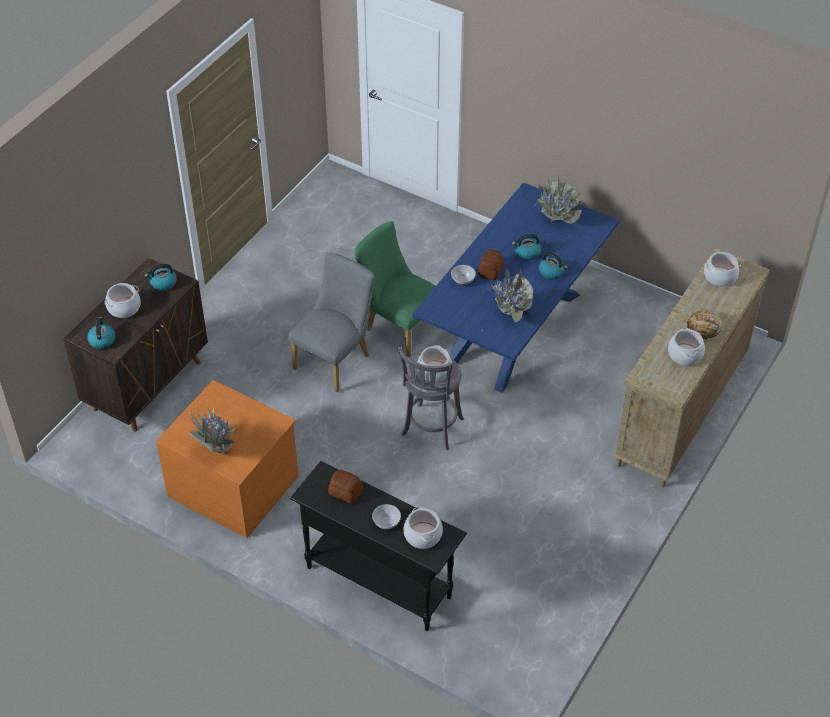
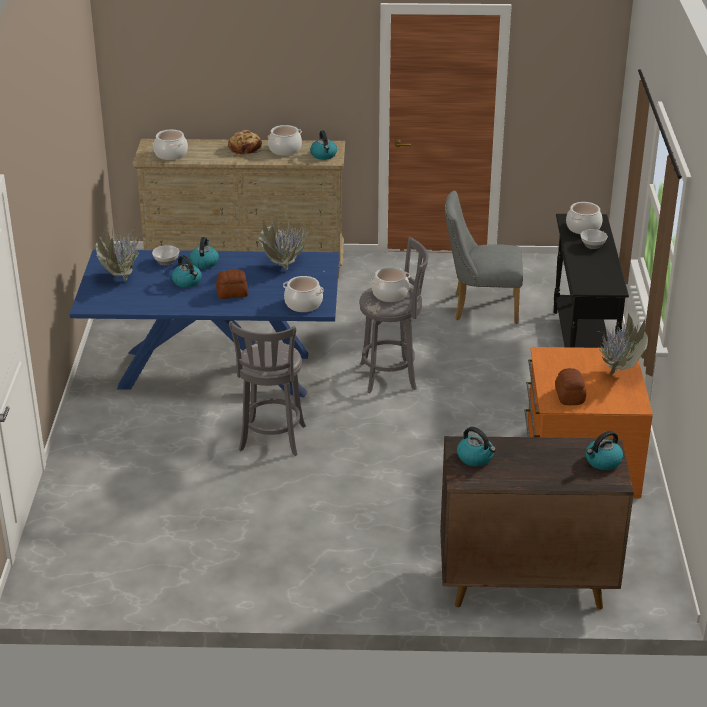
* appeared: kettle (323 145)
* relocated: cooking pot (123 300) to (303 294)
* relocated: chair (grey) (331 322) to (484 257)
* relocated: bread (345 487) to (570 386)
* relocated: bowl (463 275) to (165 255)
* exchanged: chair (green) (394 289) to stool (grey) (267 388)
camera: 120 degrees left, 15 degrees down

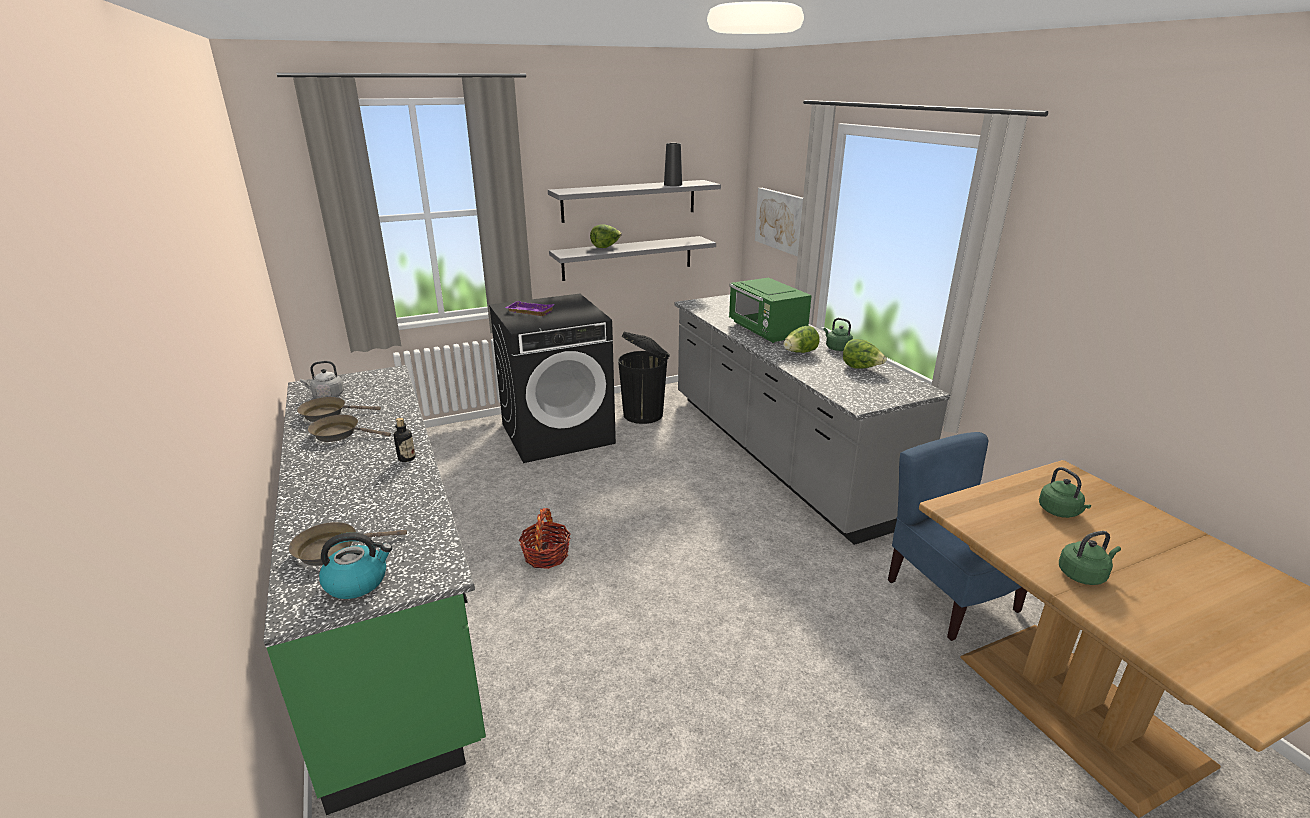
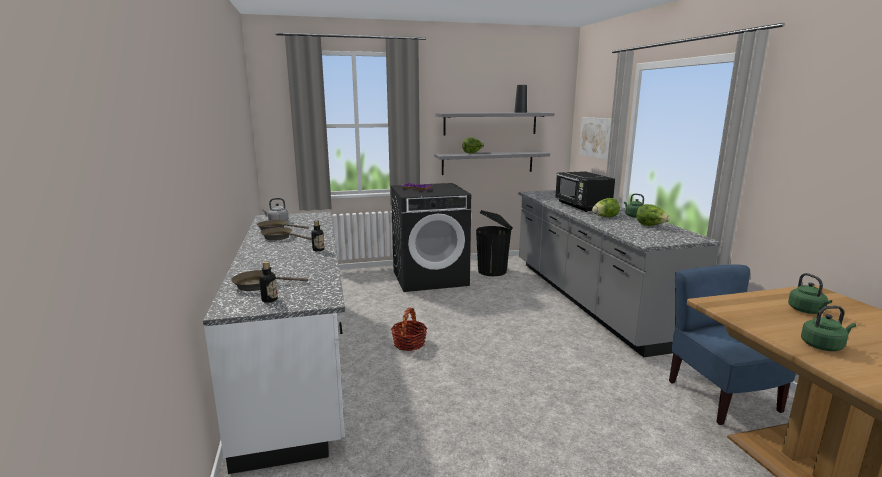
* exchanged: kettle (355 565) to bottle (268 282)
* colour: counter (green) (375 590) to counter (white) (274 343)
* colour: microwave (green) (770 310) to microwave (black) (585 191)
camera: 10 degrees right, 10 degrees down

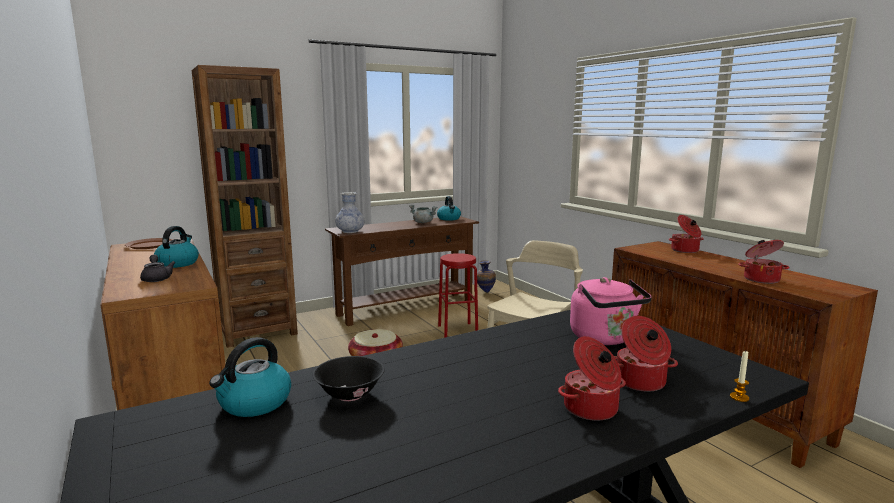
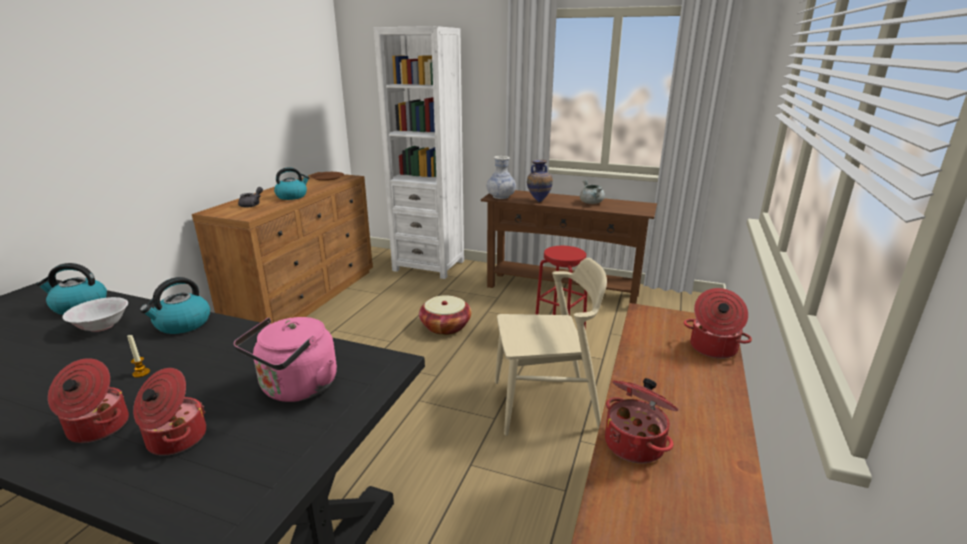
* relocated: kettle (449 208) to (175 305)
* relocated: vase (486 276) to (540 181)
* relocated: candle (739 376) to (138 356)
* colour: bookcase (brown) (245 206) to bookcase (white) (419 152)
* colour: bowl (black) (348 378) to bowl (white) (95 314)
camera: 50 degrees right, 10 degrees up

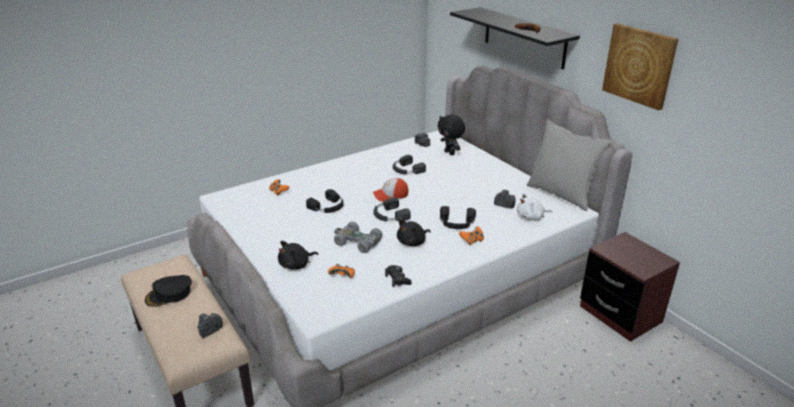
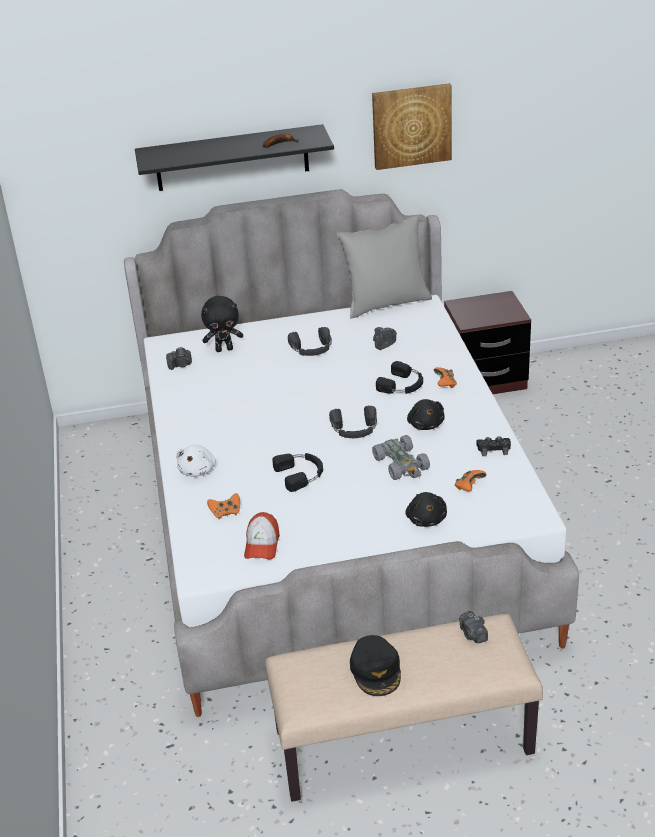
* relocated: cap (390 190) to (262 535)
* relocated: headphones (black) (409 165) to (310 341)
* relocated: plush toy (white) (534 207) to (196 461)
* spun: toy car (grey) (358 237) = (401 457) 75 degrees counterclockwise
camera: 65 degrees left, 5 degrees up

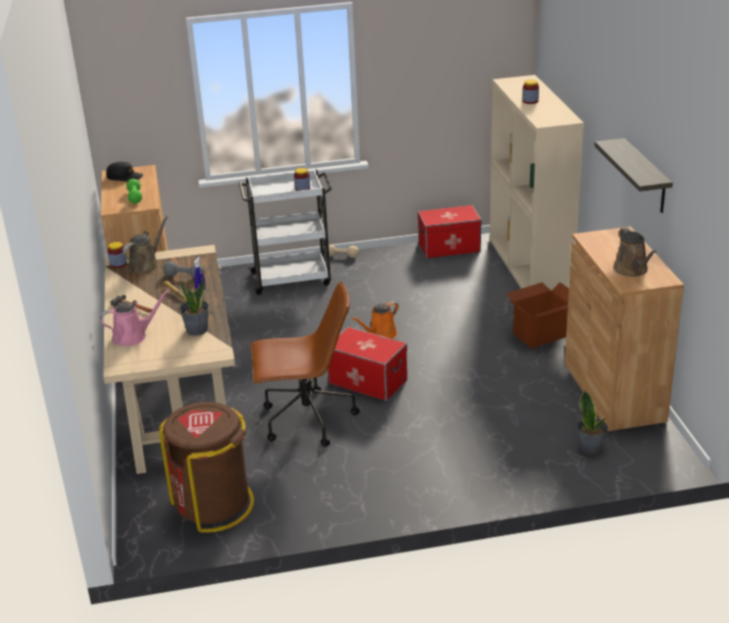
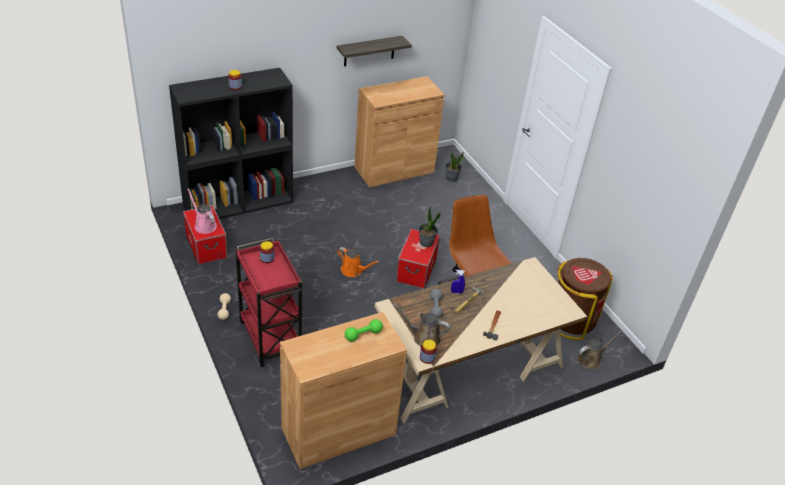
* missing: cap (black) (125 172)
* missing: cardboard box (537 315)
* relocated: watering can (pink) (135 317) to (202 211)
* relocated: potted plant (194 306) to (430 226)
* relocated: watering can (brown) (635 252) to (600 349)
* colour: cart (white) (285 232) to cart (red) (268 302)
* colour: bookcase (beige) (537 183) to bookcase (black) (231 143)
camera: 110 degrees left, 10 degrees up

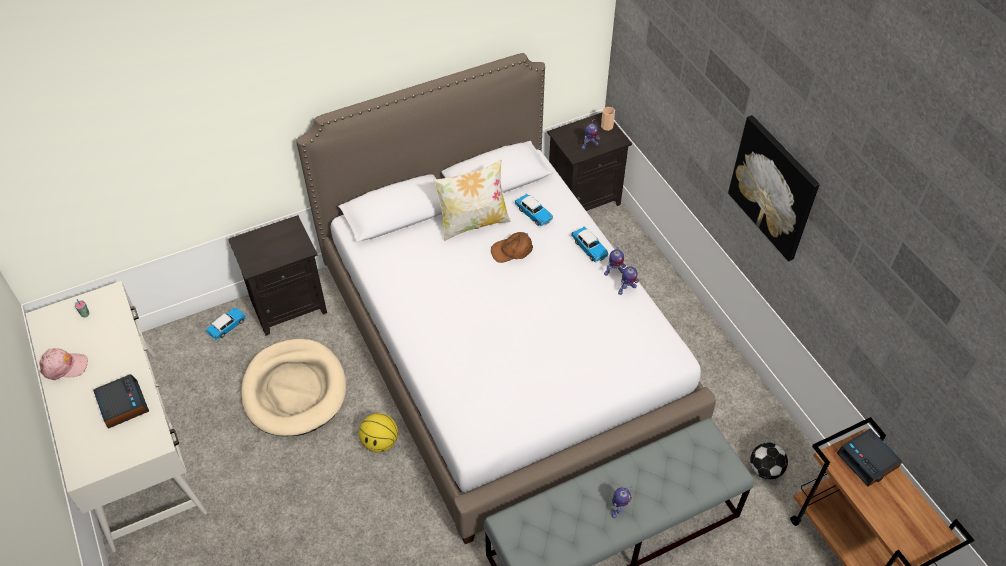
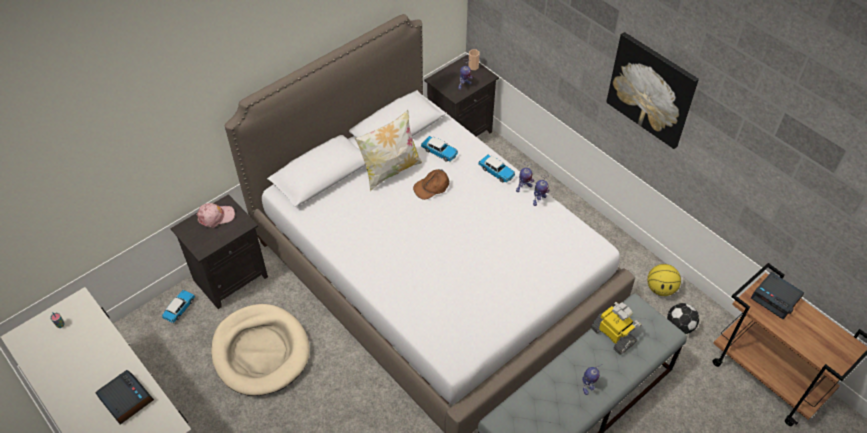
* appeared: toy robot (616 328)
* relocated: cap (pink) (63 364) to (215 215)
* relocated: basketball (378 432) to (664 280)
camera: 15 degrees left, 0 degrees up

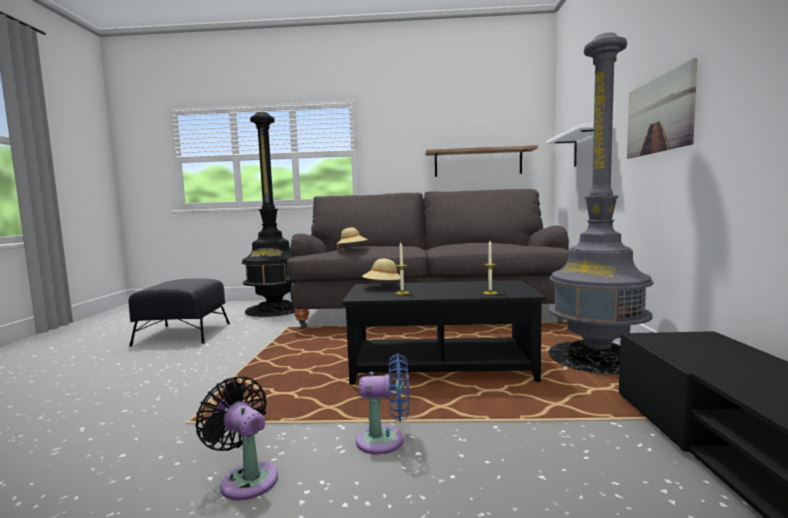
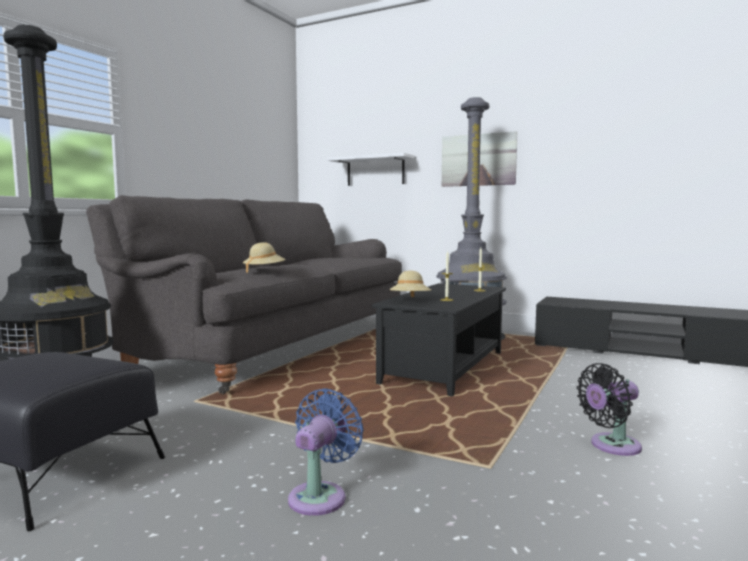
* missing: shelf (482 161)
* relocated: fan (blue) (383 404) to (326 452)
camera: 65 degrees left, 0 degrees up

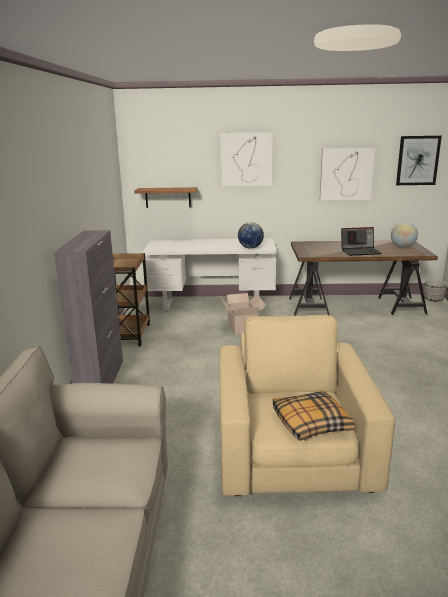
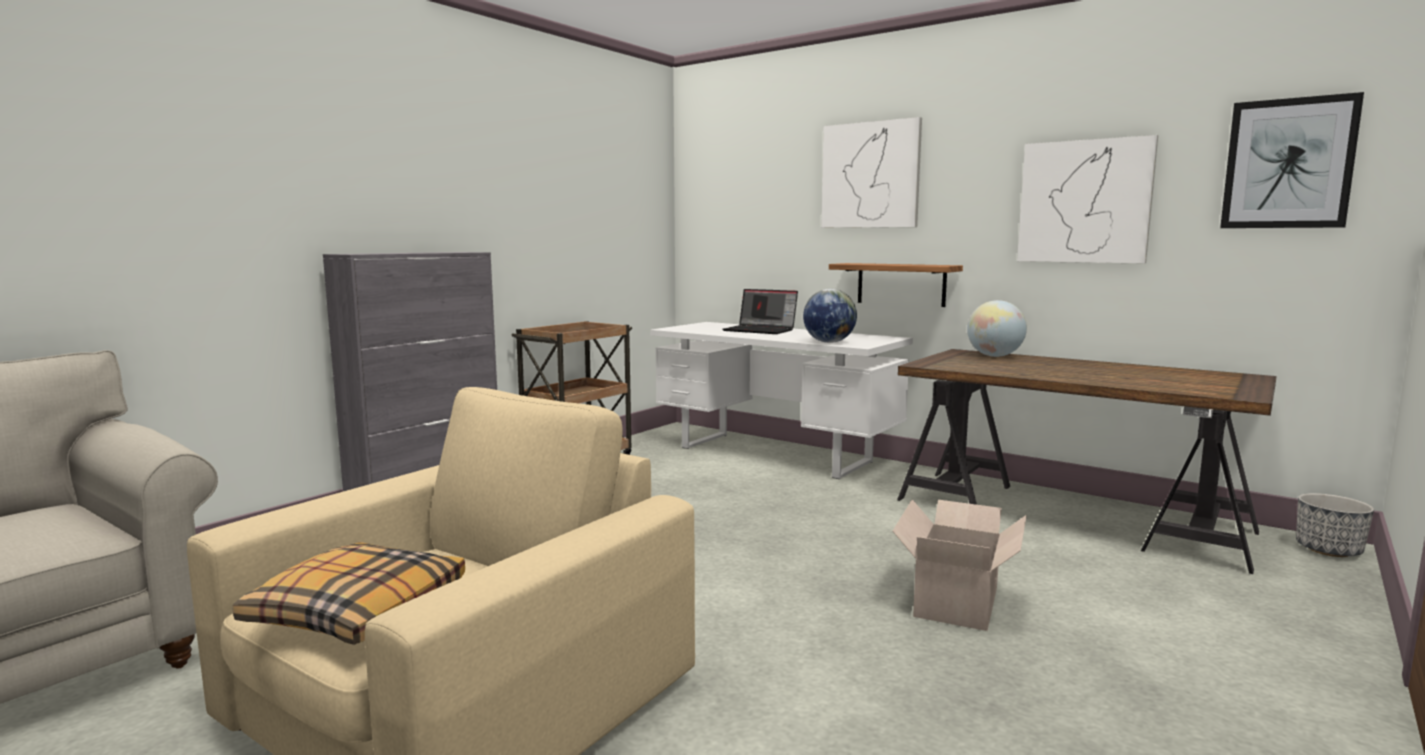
* relocated: shelf (166 197) to (896 285)
* relocated: cardboard box (243 314) to (960 565)
* relocated: laptop (361 241) to (760 311)
* relocated: globe (404 235) to (997 328)
camera: 35 degrees right, 10 degrees down

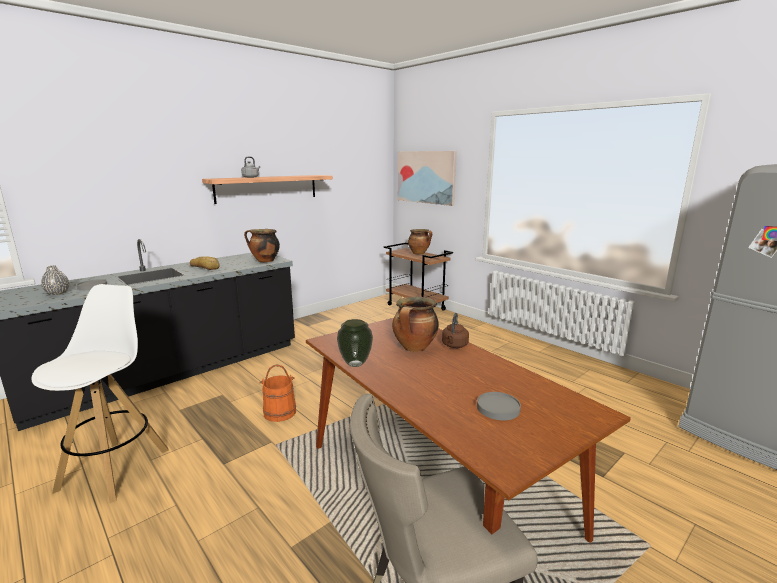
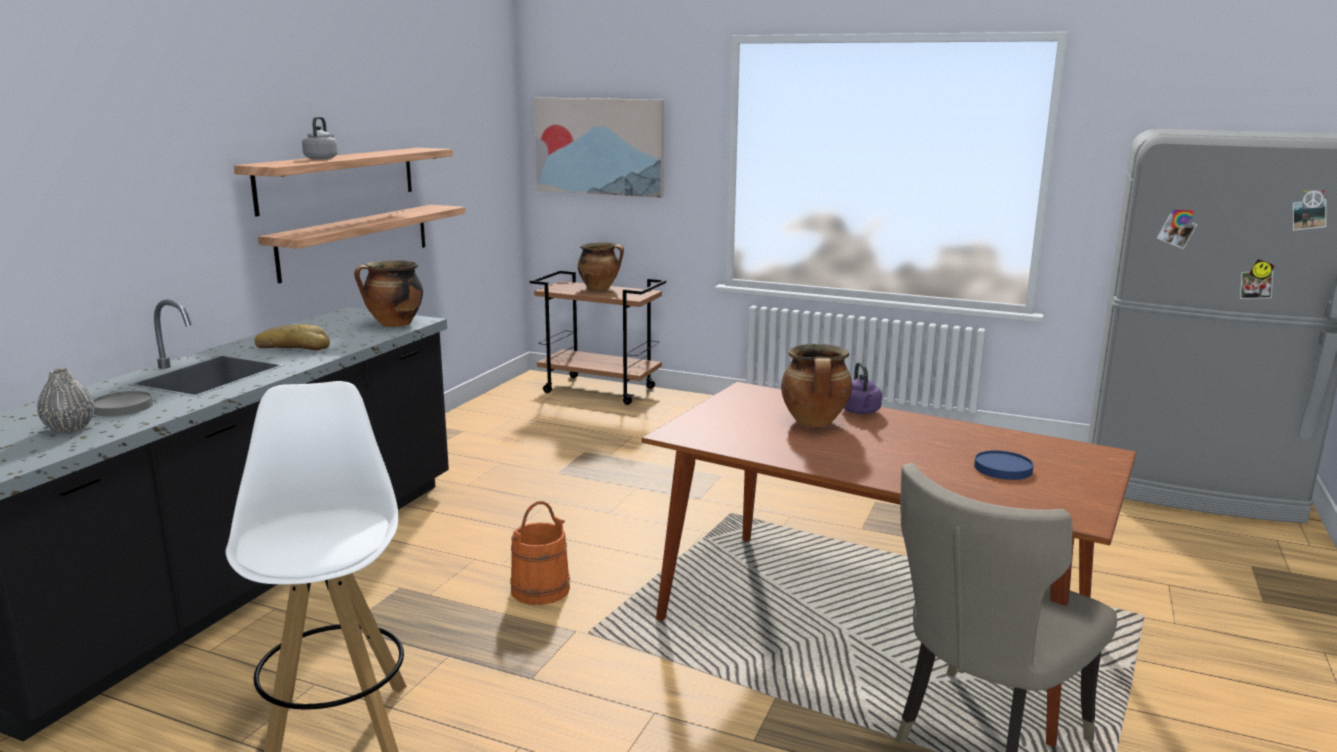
* missing: vase (355 343)
* appeared: shelf (361 244)
* colour: kettle (brown) (455 330) to kettle (purple) (863 388)
* colour: plate (grey) (499 406) to plate (blue) (1004 465)
camera: 25 degrees left, 0 degrees up

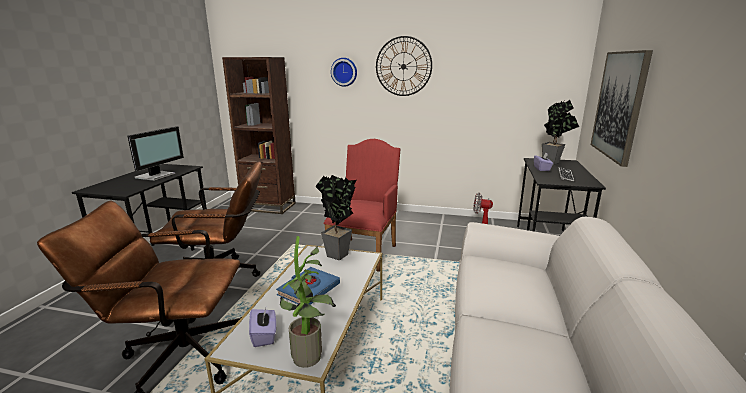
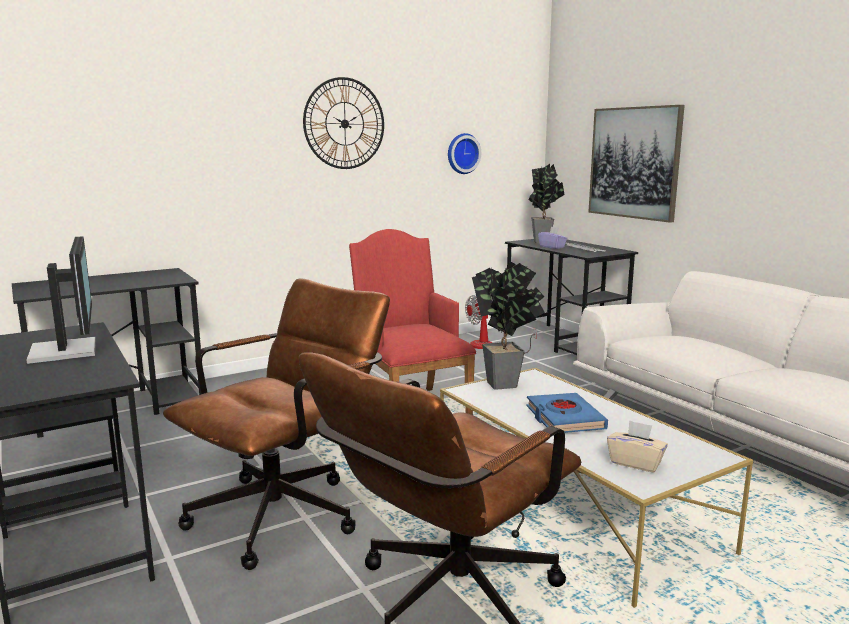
* missing: potted plant (308 302)
* relocated: wall clock (344 72) to (464 153)
* exchanged: bookcase (brown) (259 135) to desk (black) (106 353)
* colour: tissue box (purple) (262 327) to tissue box (beige) (637 446)
camera: 45 degrees left, 5 degrees down

